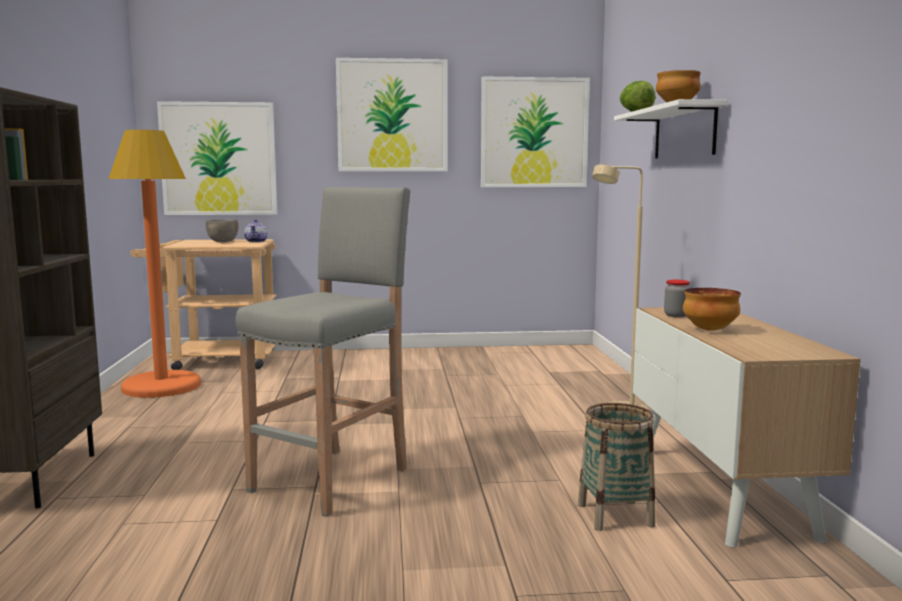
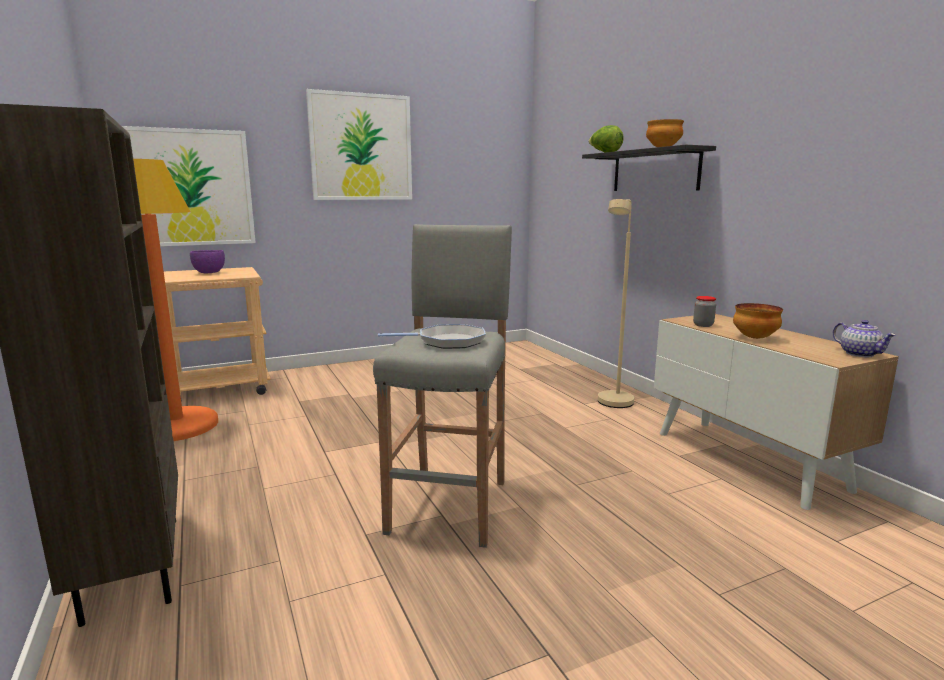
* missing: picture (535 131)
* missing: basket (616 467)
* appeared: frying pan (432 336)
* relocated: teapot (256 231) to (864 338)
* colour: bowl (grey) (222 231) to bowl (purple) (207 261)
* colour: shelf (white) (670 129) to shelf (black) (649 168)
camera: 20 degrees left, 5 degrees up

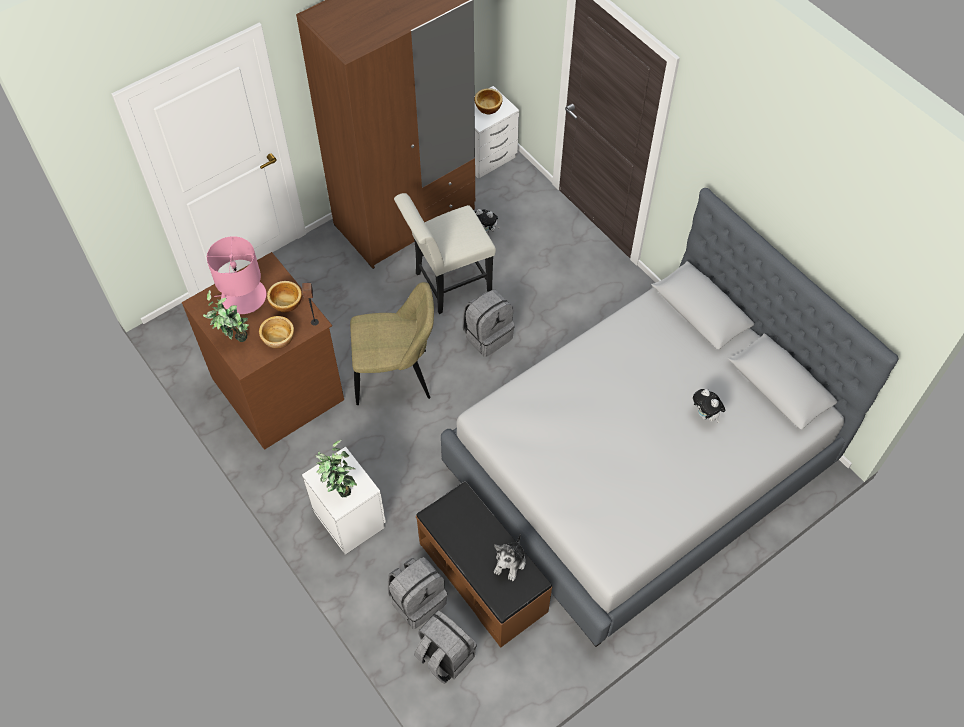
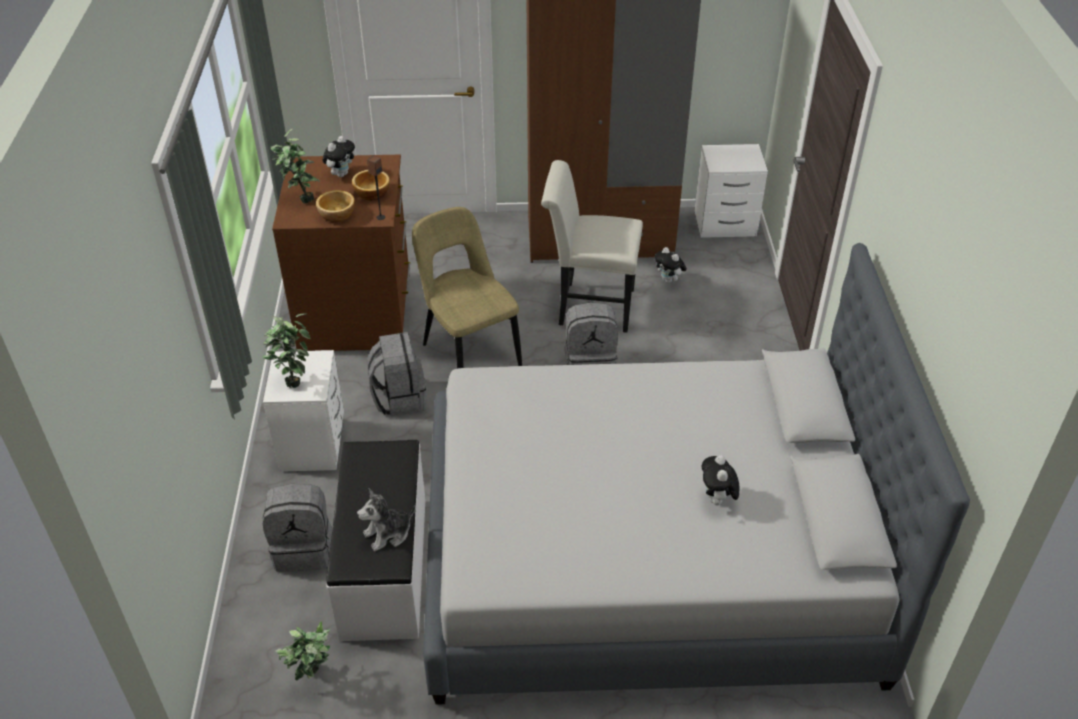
* missing: bowl (488 101)
* appeared: potted plant (303 651)
* relocated: backpack (grey) (445 647) to (396 374)
* exchanged: table lamp (pink) (236 275) to plush toy (339 156)
* colour: bench (brown) (484 564) to bench (white) (375 540)
* spun: chair (beige) (392 343) = (467 288) 150 degrees counterclockwise
camera: 35 degrees right, 15 degrees down

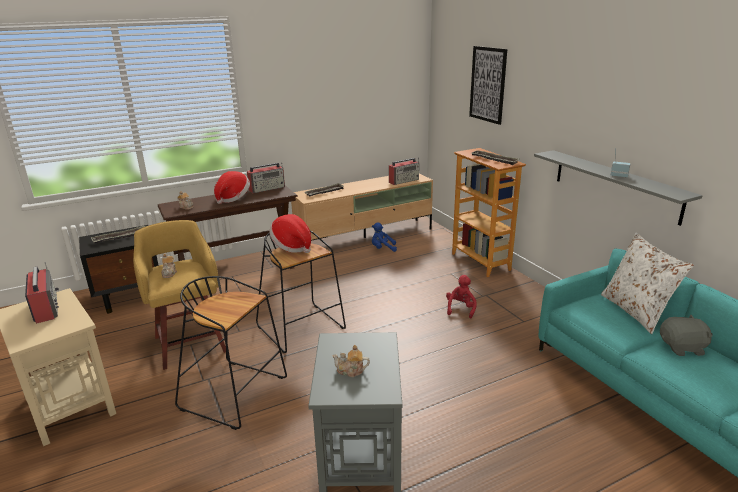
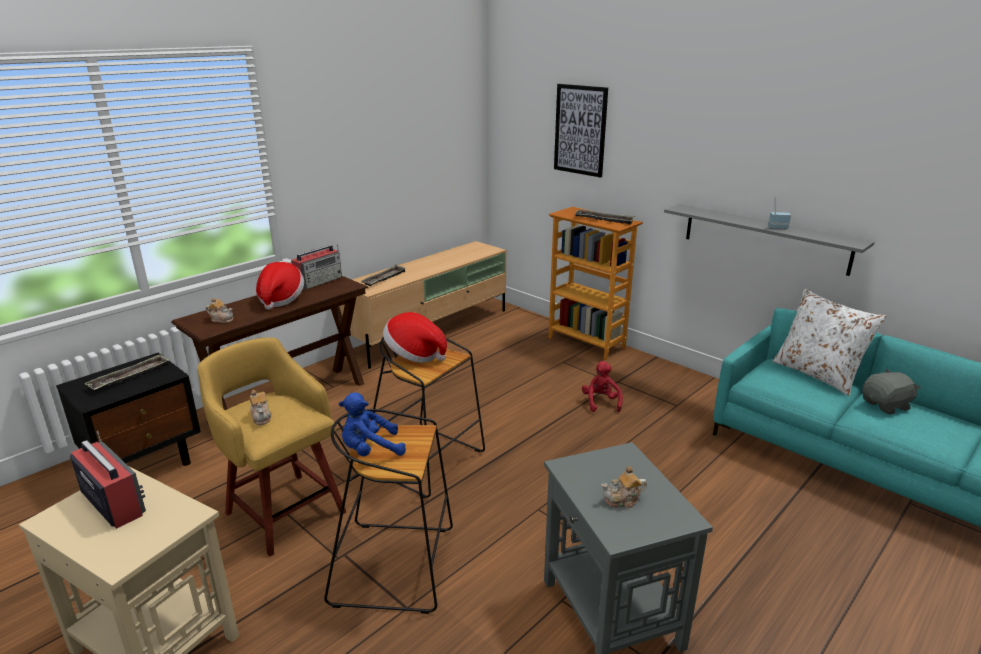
* missing: radio (404 171)
* relocated: plush toy (blue) (384 237) to (372 424)
camera: 20 degrees left, 0 degrees up

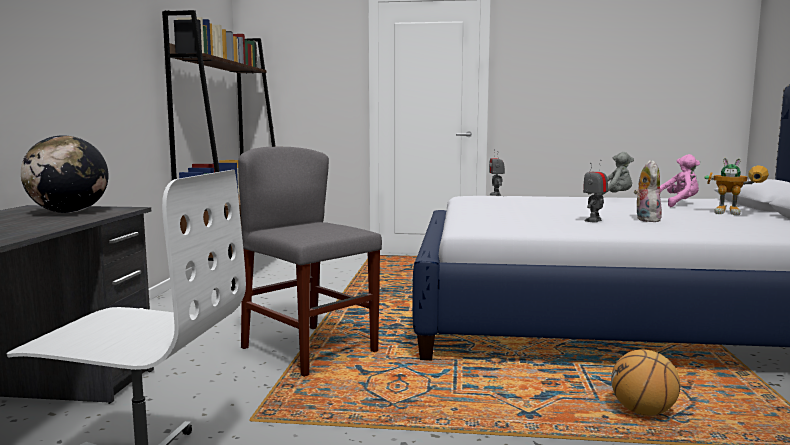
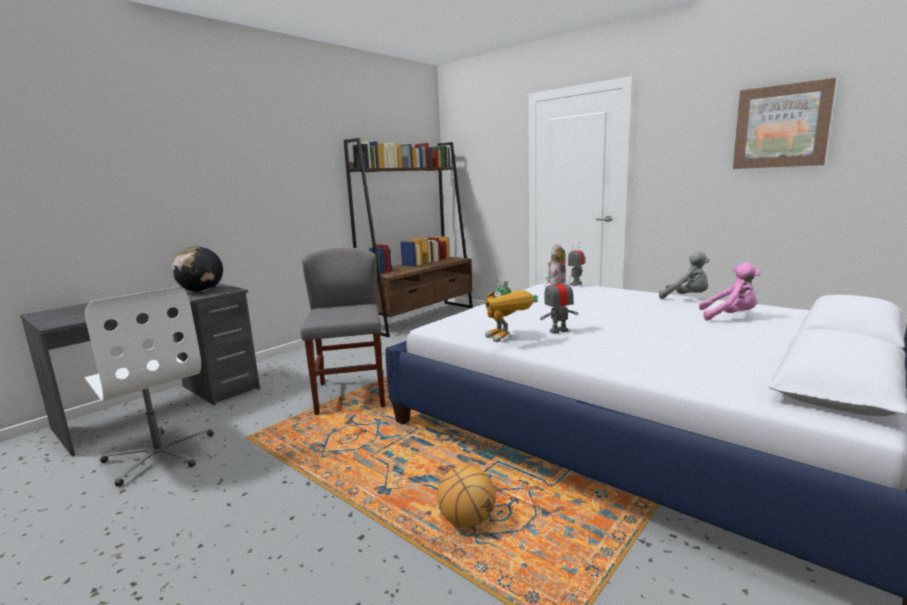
* appeared: picture (784 123)
* relocated: plush toy (648 191) to (557 264)
* relocated: toy robot (736 186) to (511 310)
camera: 35 degrees right, 5 degrees up

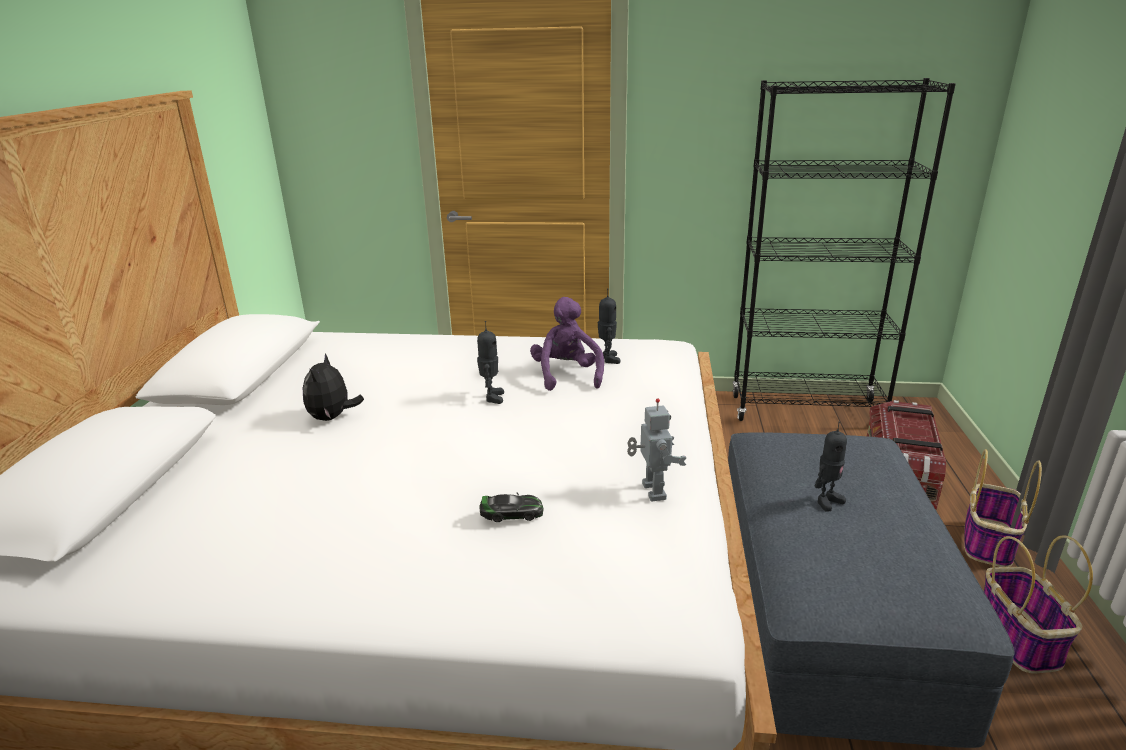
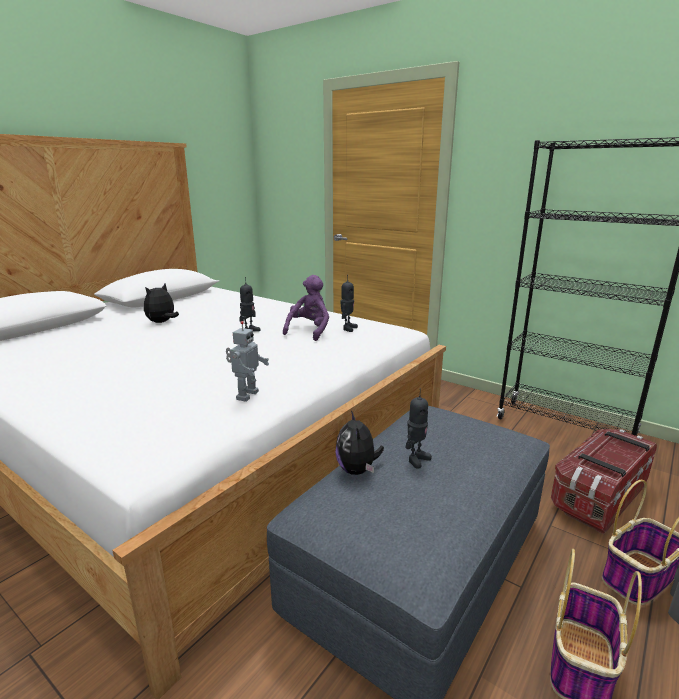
* missing: toy car (511 507)
* appeared: plush toy (359 442)
* spun: toy robot (831 466) = (418 428) 45 degrees counterclockwise
camera: 30 degrees right, 5 degrees down

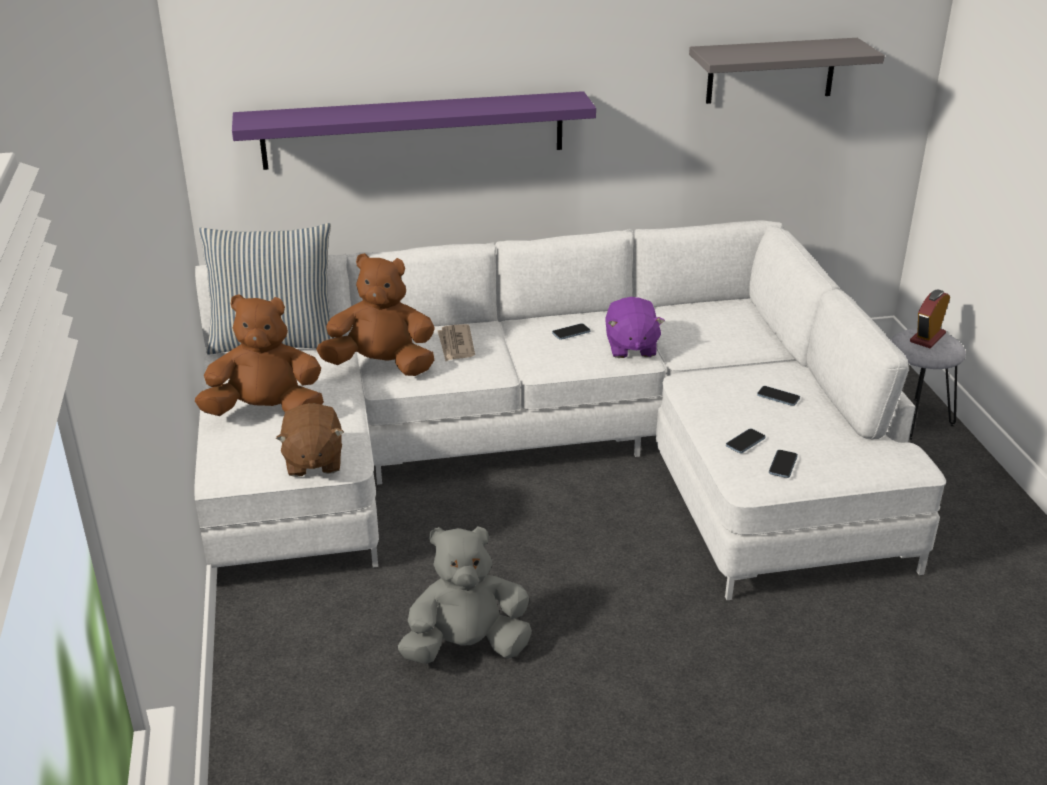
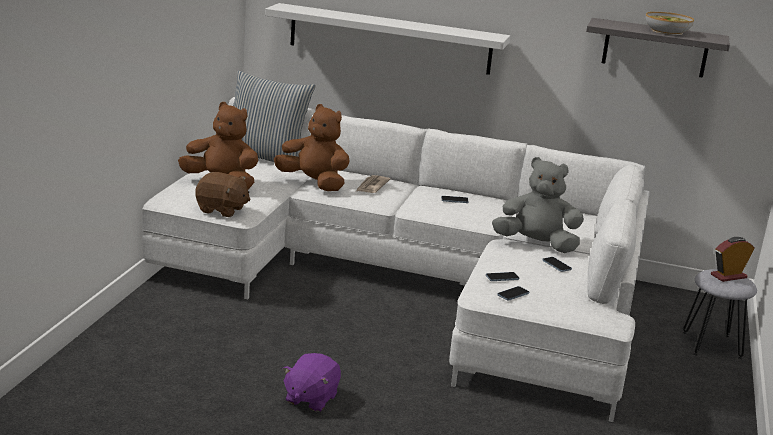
* appeared: bowl (670 23)
* relocated: plush toy (grey) (465 595) to (538 205)
* relocated: plush toy (purple) (635 327) to (311 382)
* colour: shelf (purple) (414 130) to shelf (white) (387 39)
* spun: plush toy (brown) (310 440) = (223 194) 90 degrees counterclockwise
camera: 25 degrees right, 10 degrees down

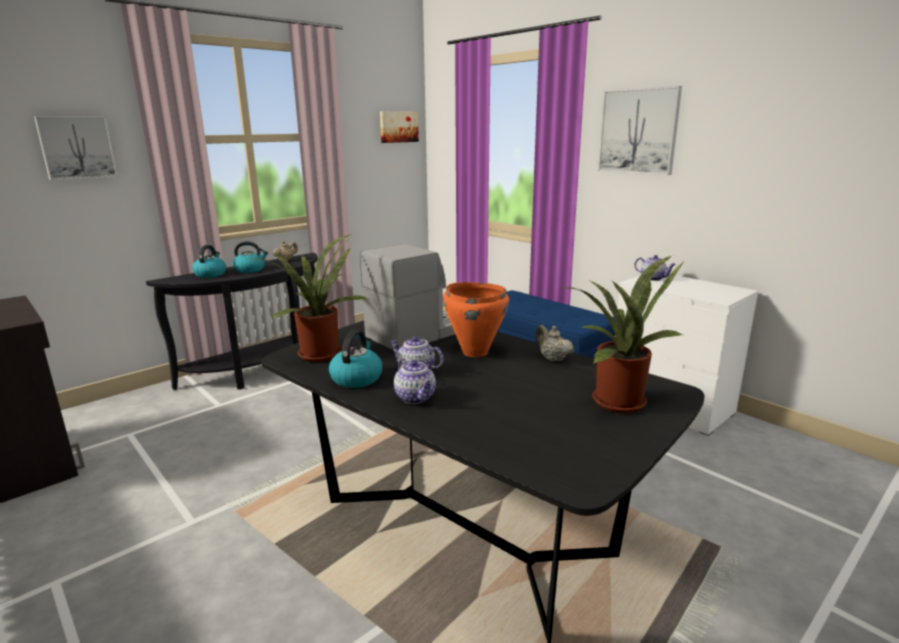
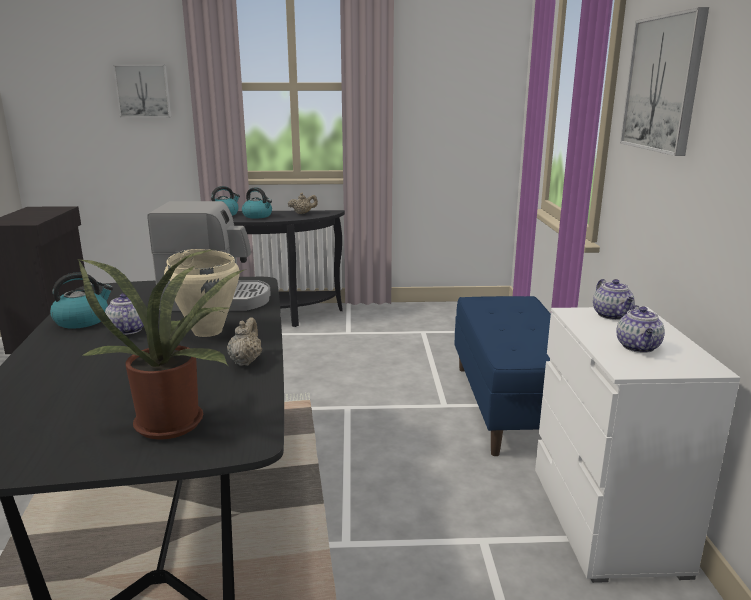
* missing: potted plant (307 298)
* missing: picture (399 127)
* relocated: teapot (415 381) to (640 329)
* colour: cooking pot (orange) (476 319) to cooking pot (beige) (202 293)
camera: 40 degrees right, 0 degrees up

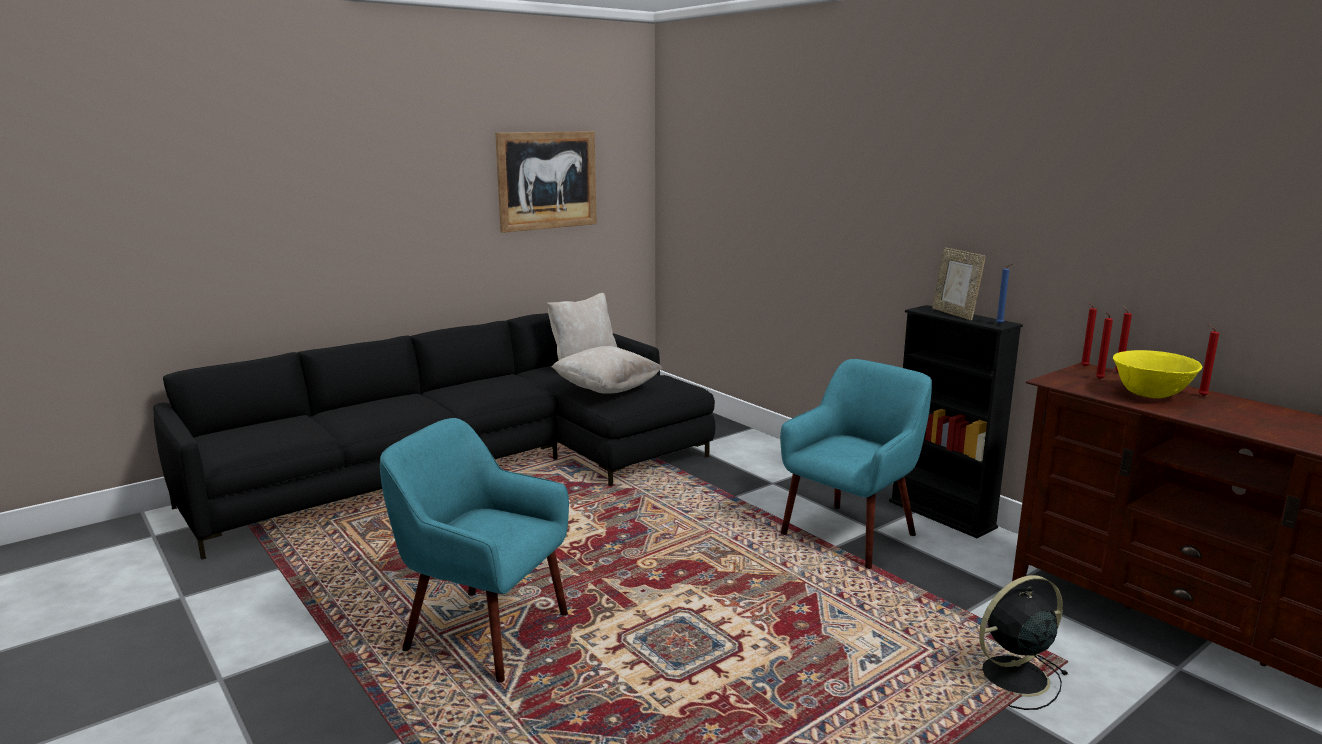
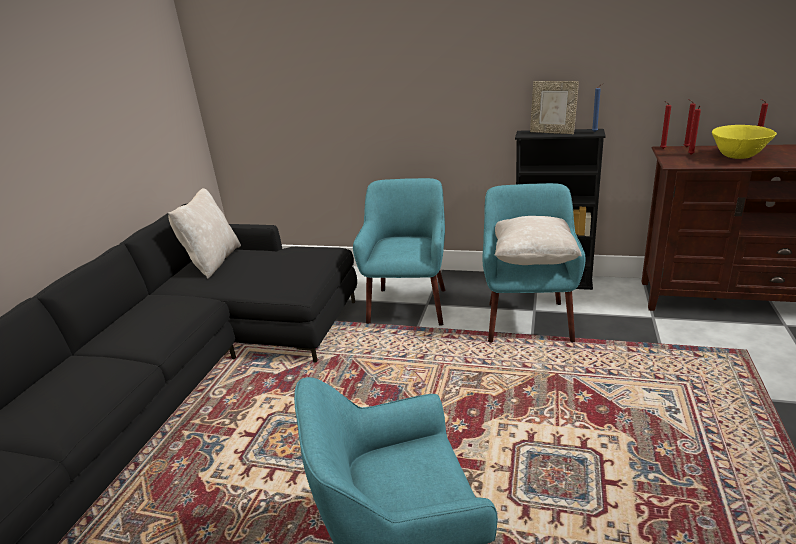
* missing: picture (546 182)
* missing: fan (black) (1024 642)
* appeared: armchair (turquoise) (399 252)
* relocated: pillow (beige) (606 370) to (538 240)
camera: 35 degrees left, 10 degrees up

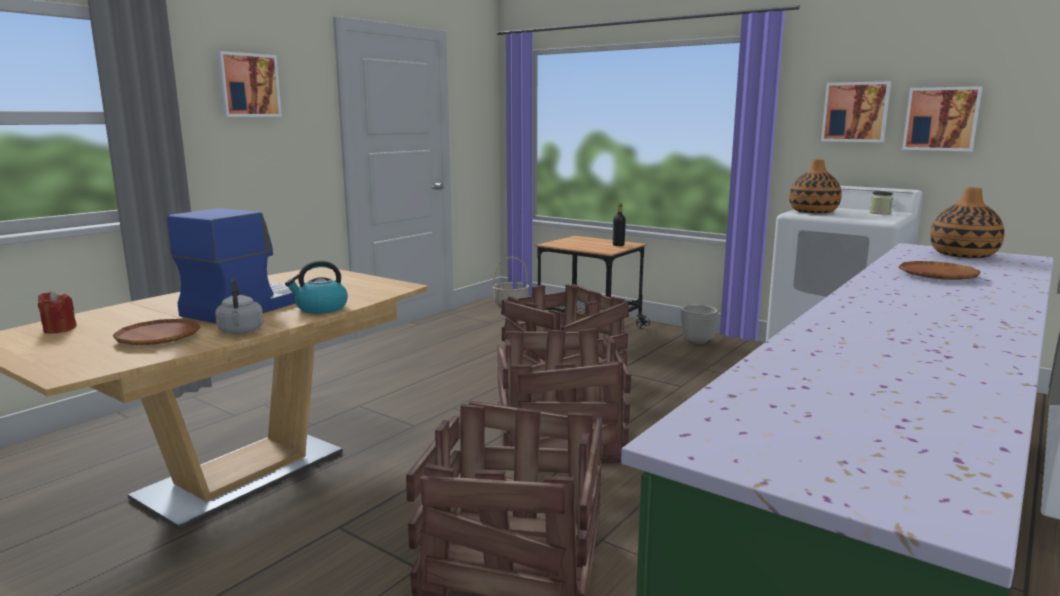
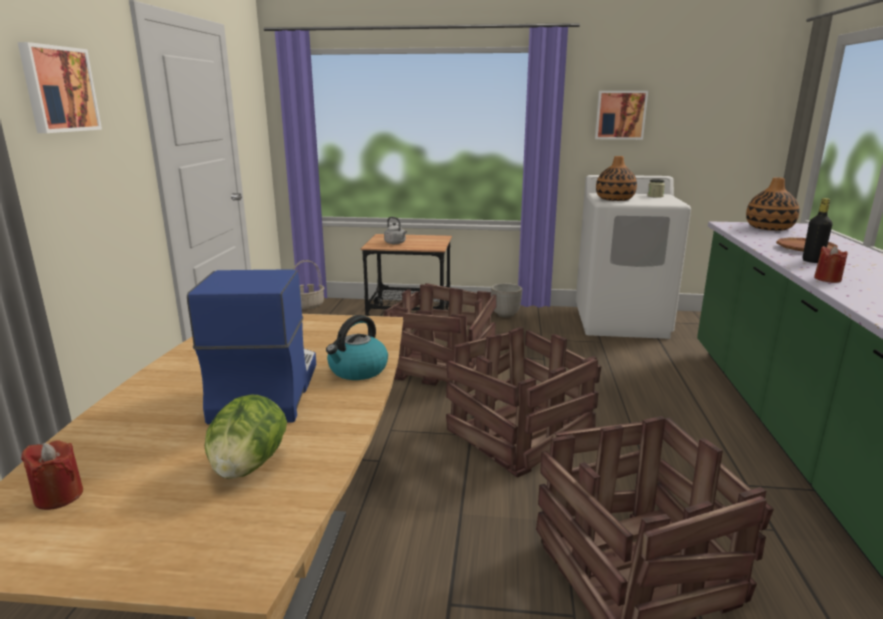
* missing: picture (942 118)
* appeared: candle (red) (831 264)
* relocated: kettle (grey) (239 305) to (395 230)
* relocated: bottle (black) (619 224) to (818 230)
* exchanged: plate (brown) (157 332) to lettuce (246 437)
camera: 30 degrees left, 5 degrees up

